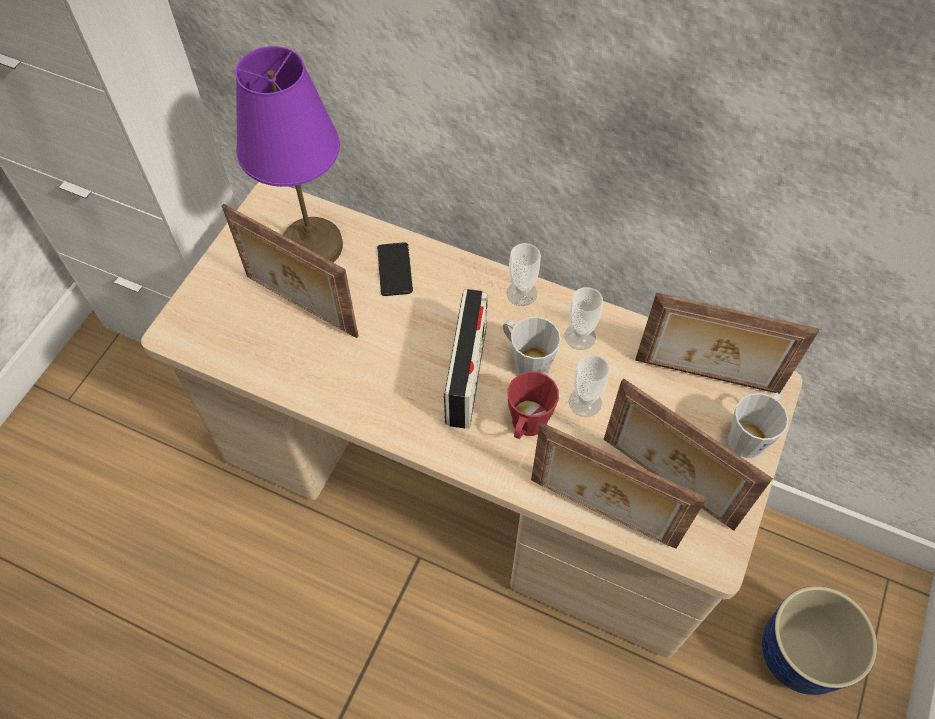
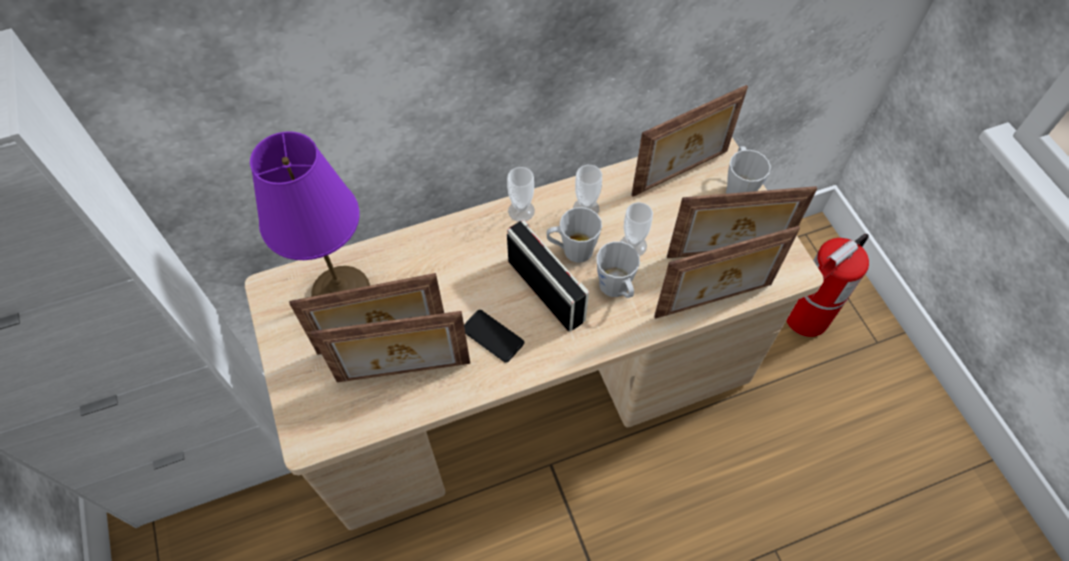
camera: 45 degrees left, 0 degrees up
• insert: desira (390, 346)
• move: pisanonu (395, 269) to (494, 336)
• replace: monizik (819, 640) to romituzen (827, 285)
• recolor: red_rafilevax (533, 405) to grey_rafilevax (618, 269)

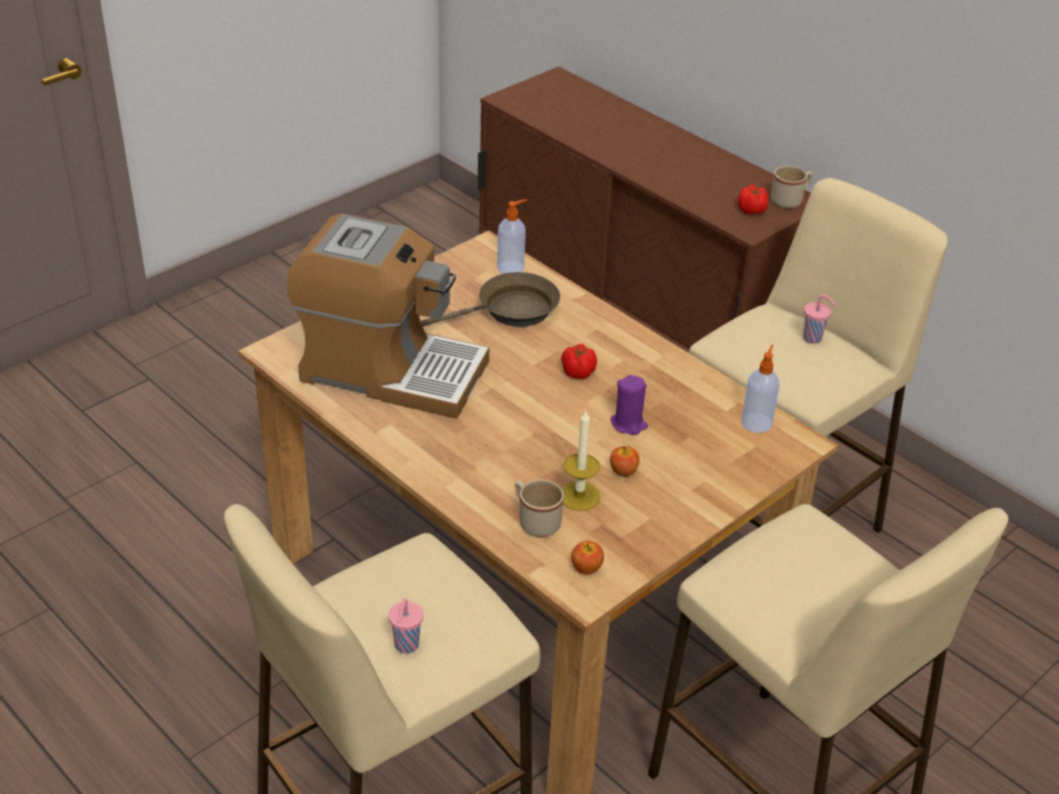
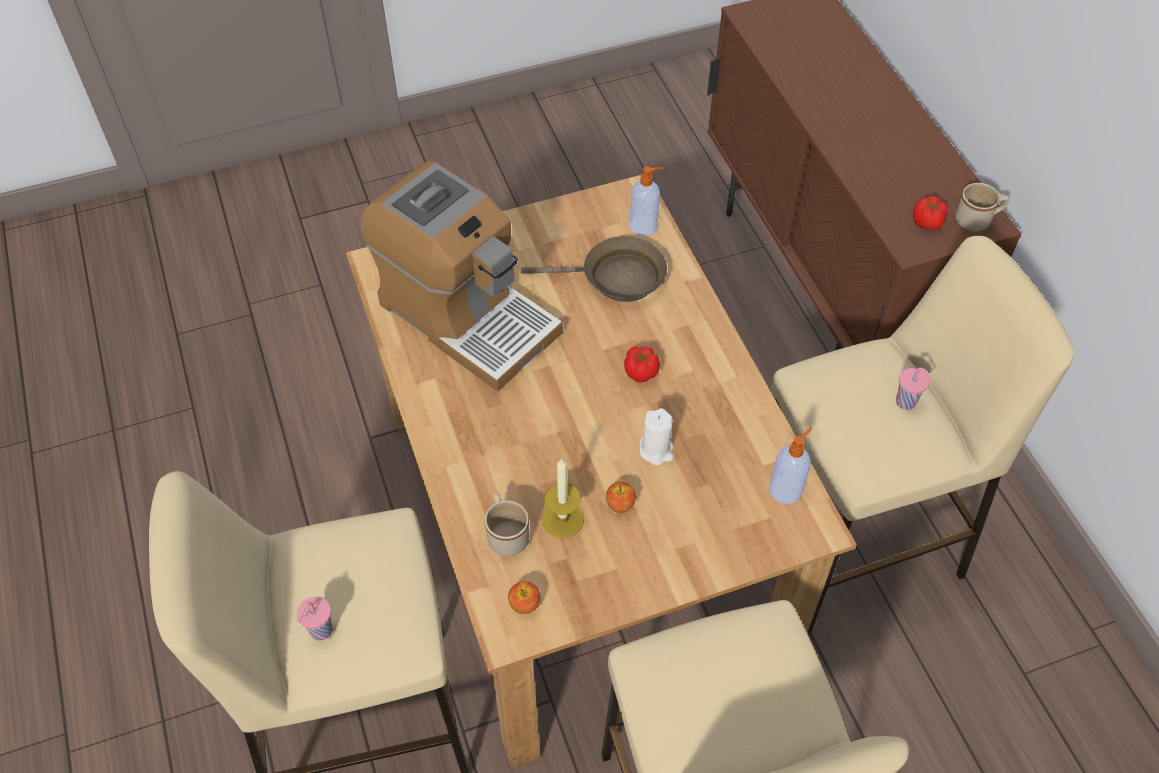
camera: 25 degrees right, 15 degrees up
• recolor: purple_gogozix (629, 405) to white_gogozix (656, 436)

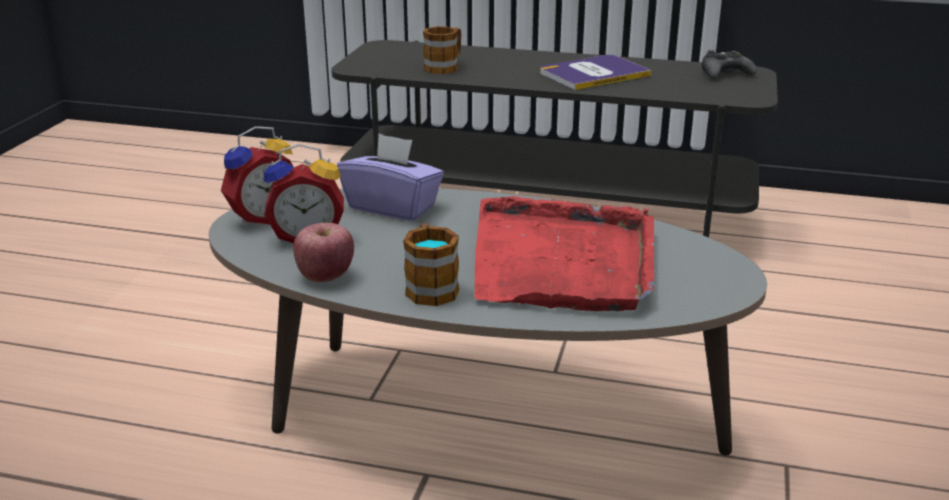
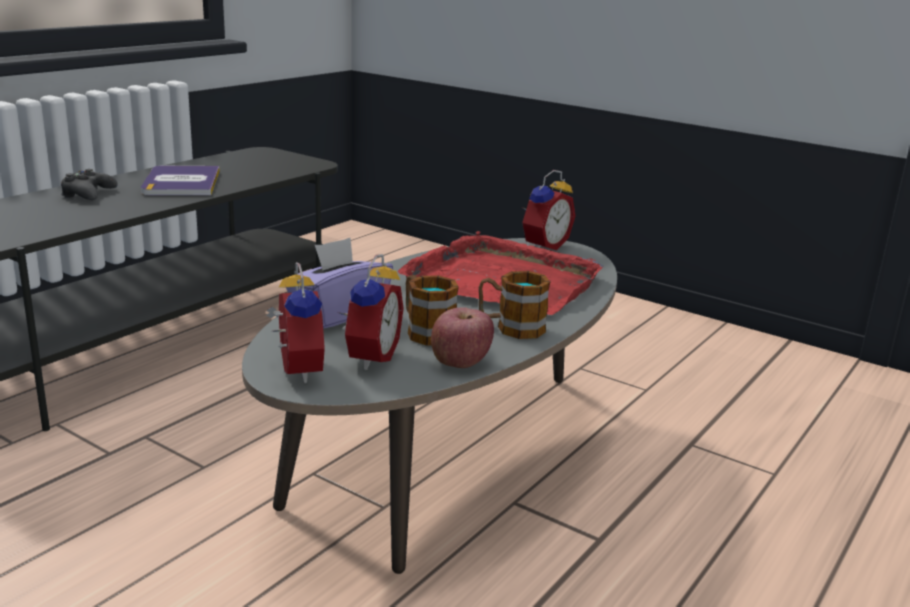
camera: 70 degrees left, 5 degrees down
• insert: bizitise (548, 210)
• move: rafilevax (442, 50) to (432, 310)
• move: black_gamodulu (729, 64) to (89, 184)

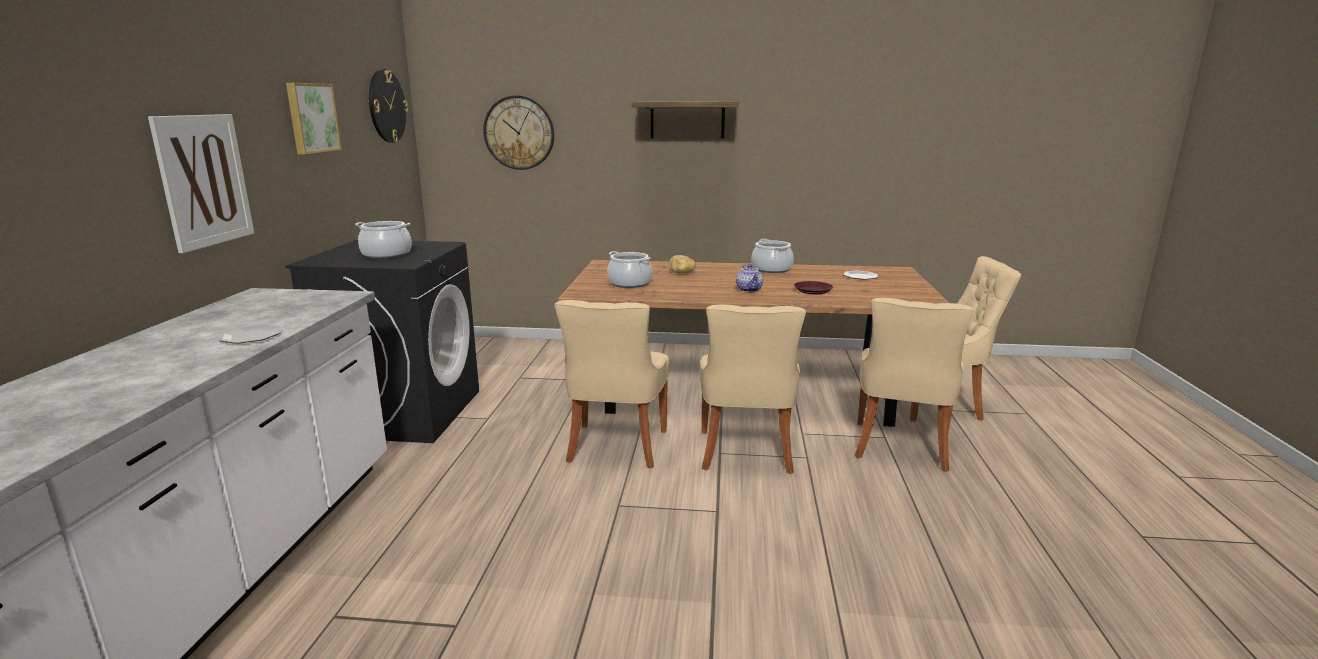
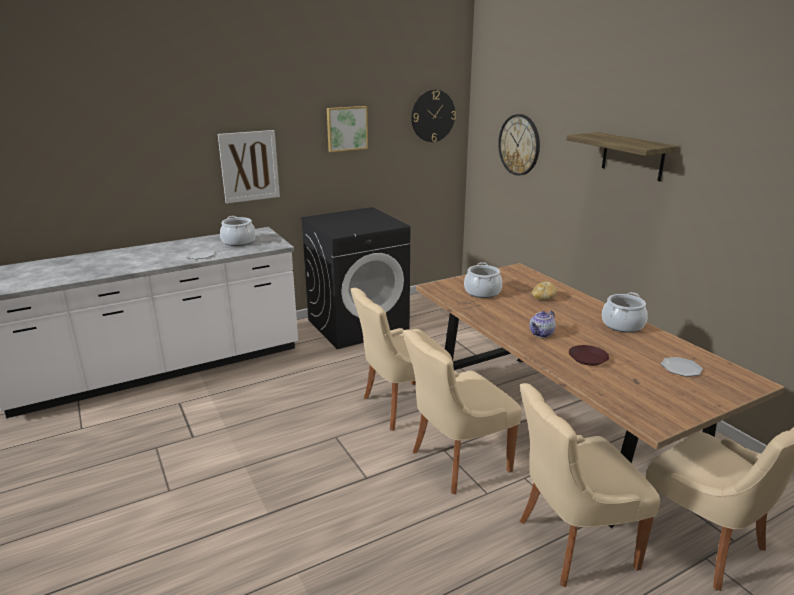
camera: 55 degrees right, 5 degrees up
• move: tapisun (383, 240) to (238, 231)

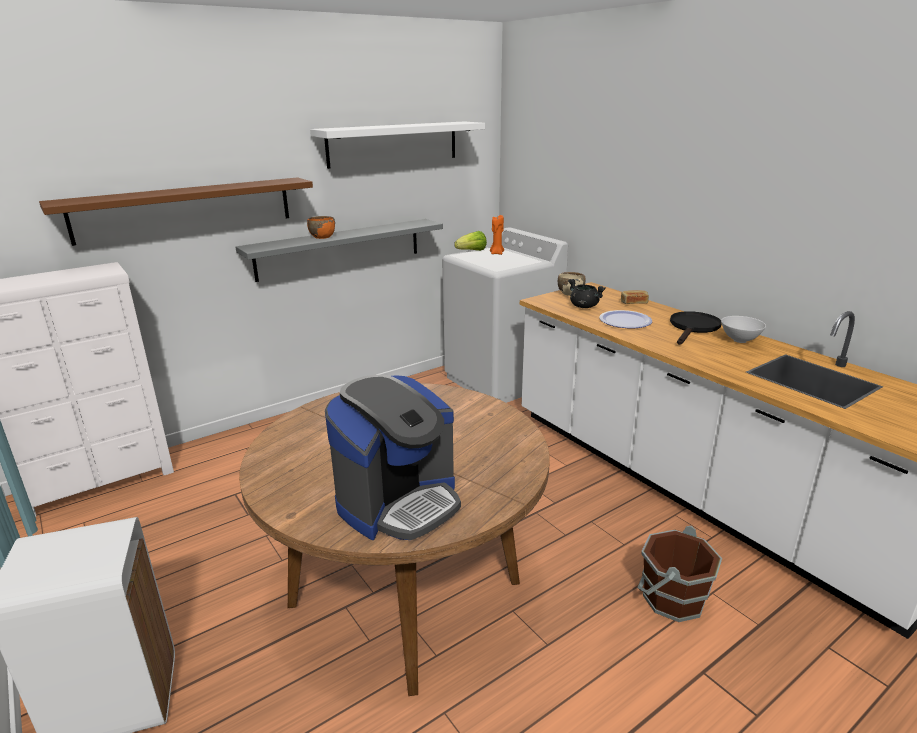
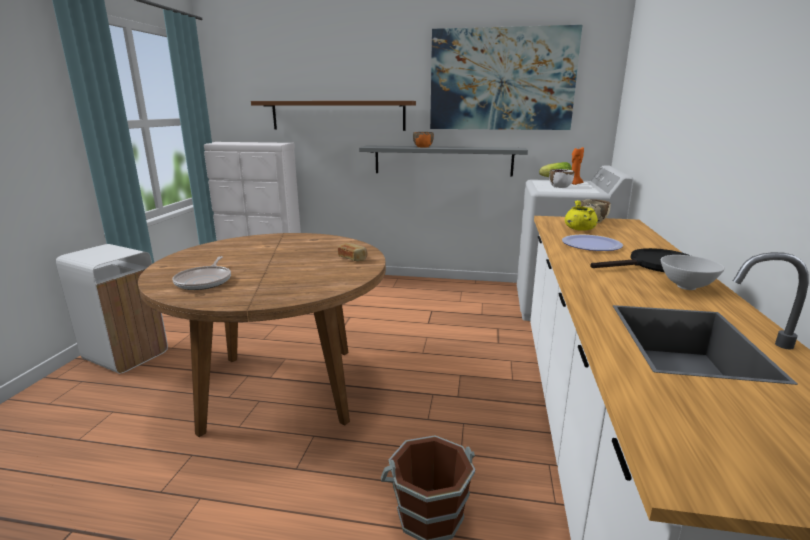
camera: 45 degrees right, 5 degrees down
• insert: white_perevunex (561, 178)
• move: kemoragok (635, 297) to (352, 252)
• replace: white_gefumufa (397, 145) to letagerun (506, 77)
• replace: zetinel (393, 457) to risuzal (201, 273)
• recolor: black_tapisun (586, 293) to yellow_tapisun (581, 215)

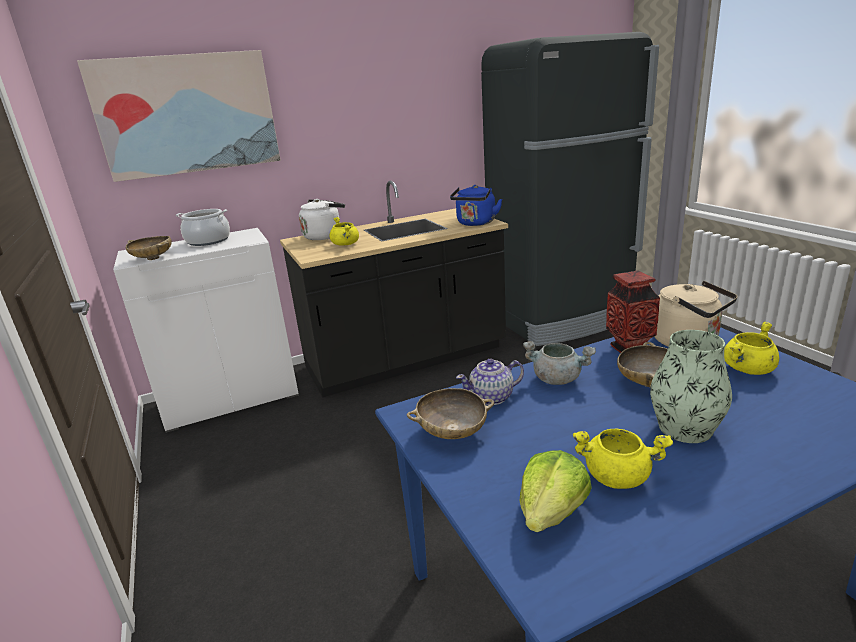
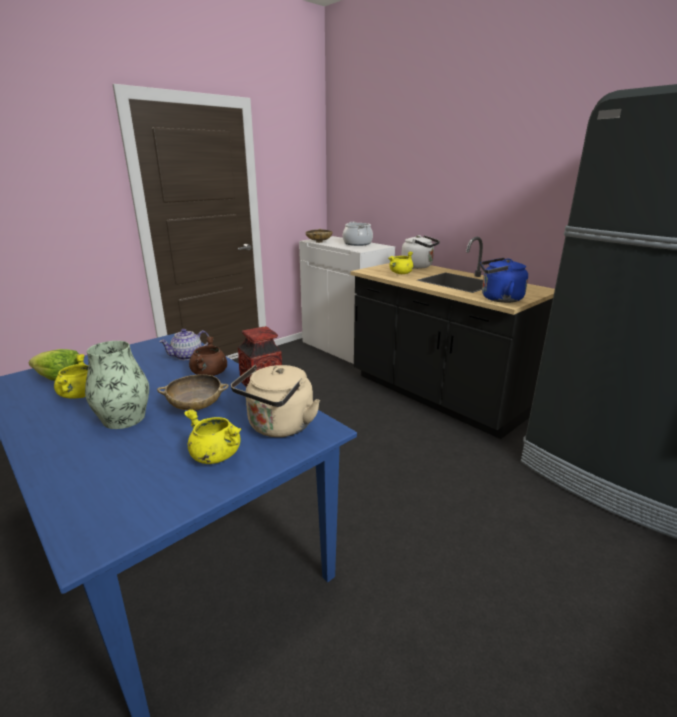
camera: 70 degrees right, 0 degrees up
• delete: letagerun (179, 116)
• delete: beige_perevunex (450, 413)
• recolor: grey_tapisun (559, 363) to brown_tapisun (208, 356)
• rotate: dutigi (490, 382) = (184, 344) 90 degrees counterclockwise

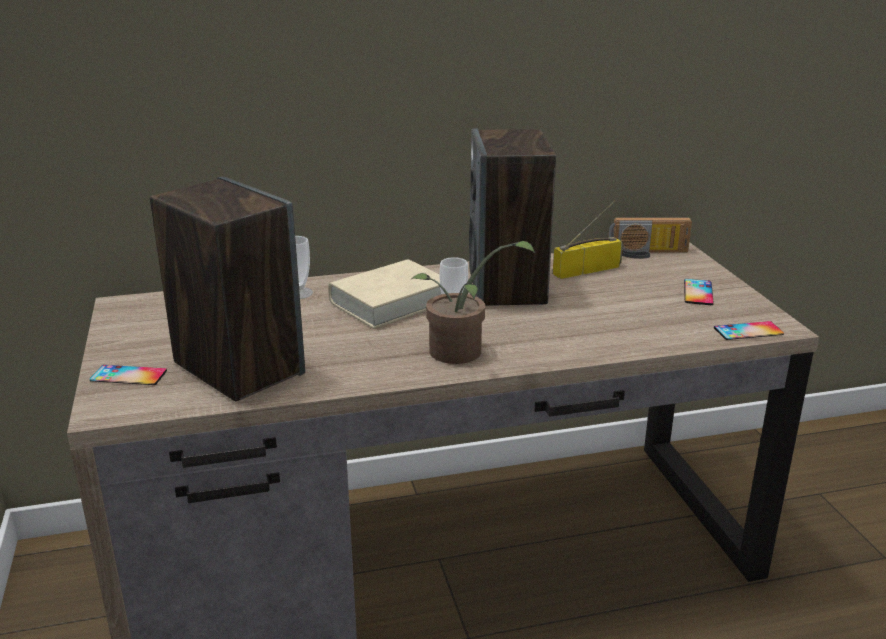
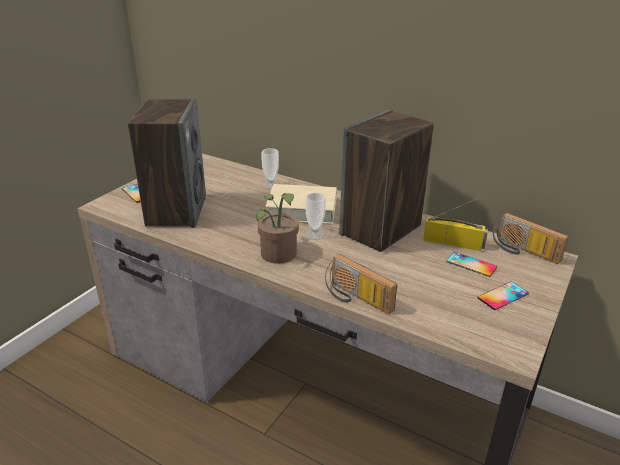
camera: 45 degrees right, 5 degrees up
• insert: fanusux (361, 284)
• move: pisanonu (749, 330) to (471, 264)

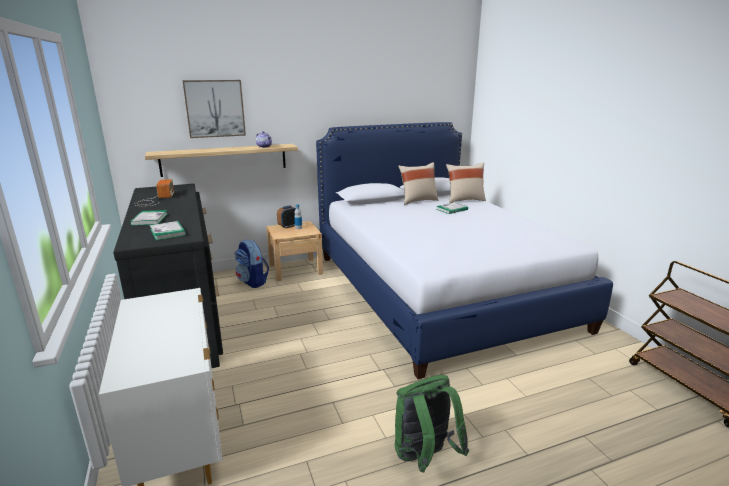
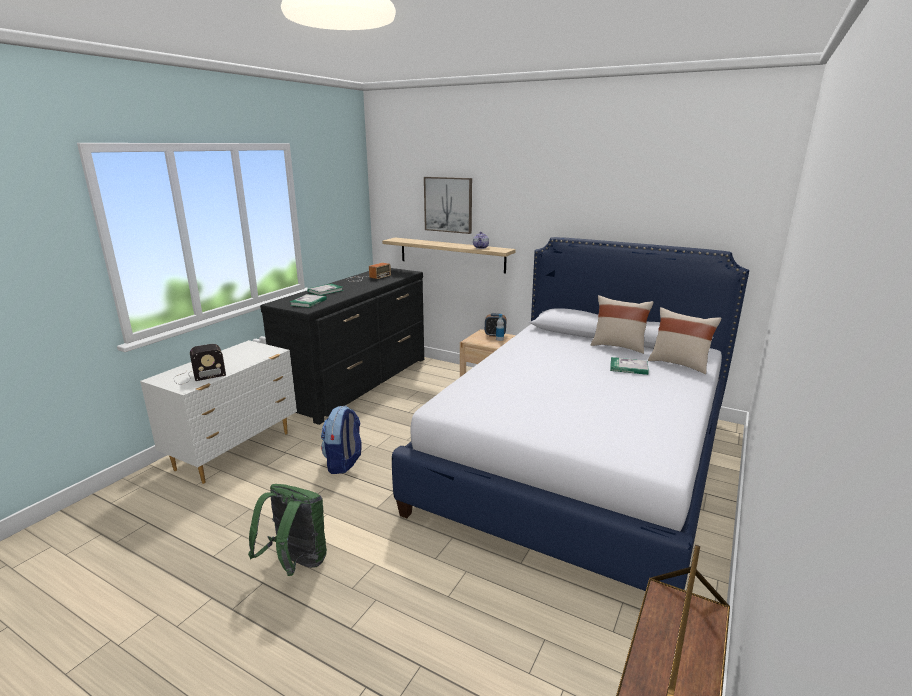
camera: 50 degrees right, 0 degrees up
• insert: fanusux (200, 364)
• move: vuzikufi (252, 263) to (341, 440)

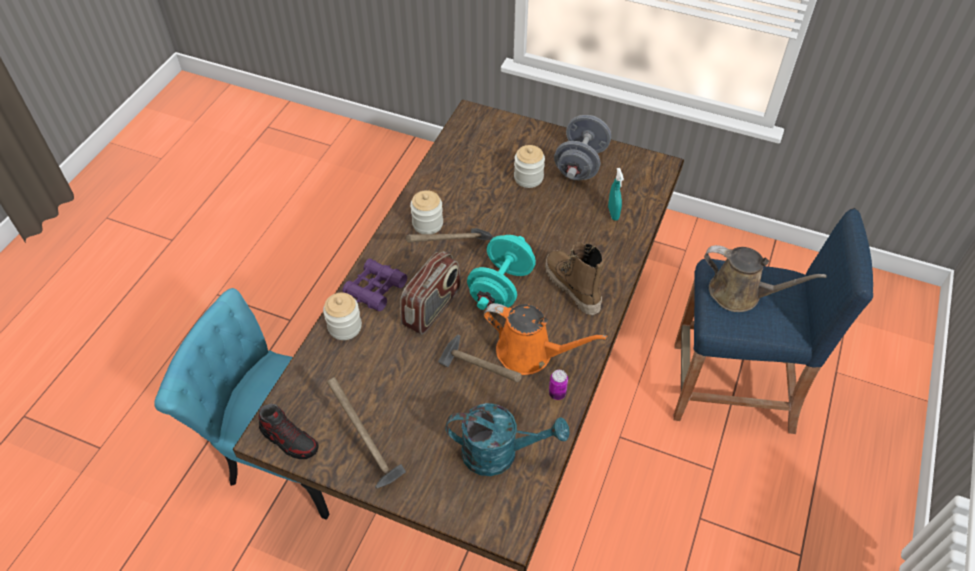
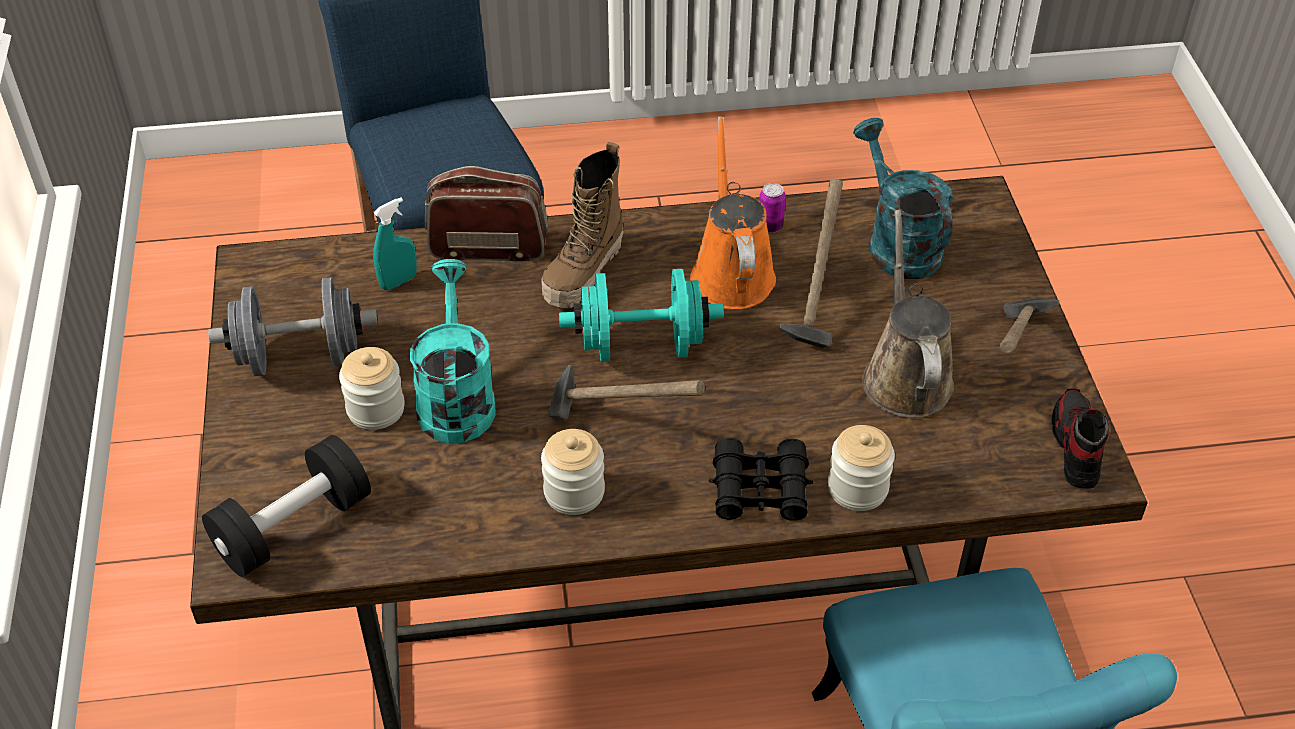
camera: 120 degrees left, 5 degrees down
• insert: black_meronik (286, 506)
• insert: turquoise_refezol (453, 351)
• move: fanusux (430, 293) to (486, 213)
• move: brown_refezol (765, 278) to (908, 314)
• recolor: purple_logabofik (374, 284) to black_logabofik (761, 479)

